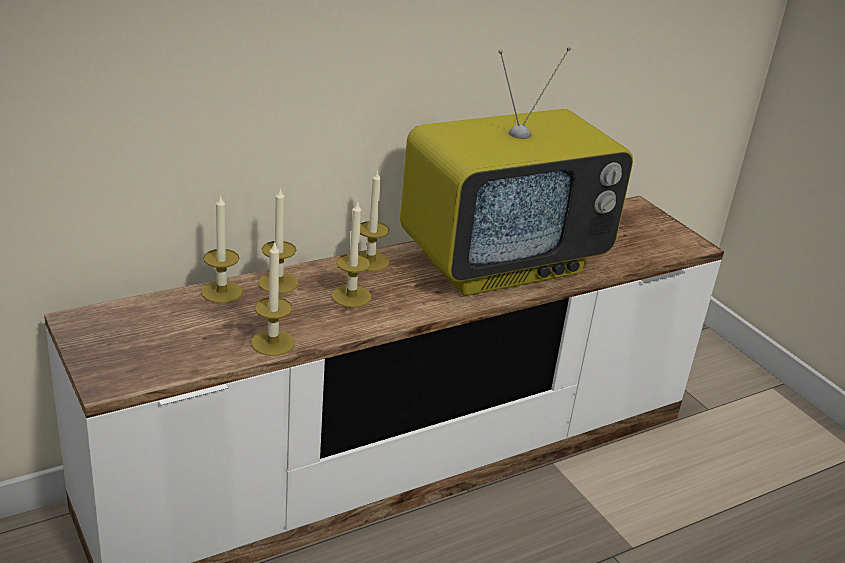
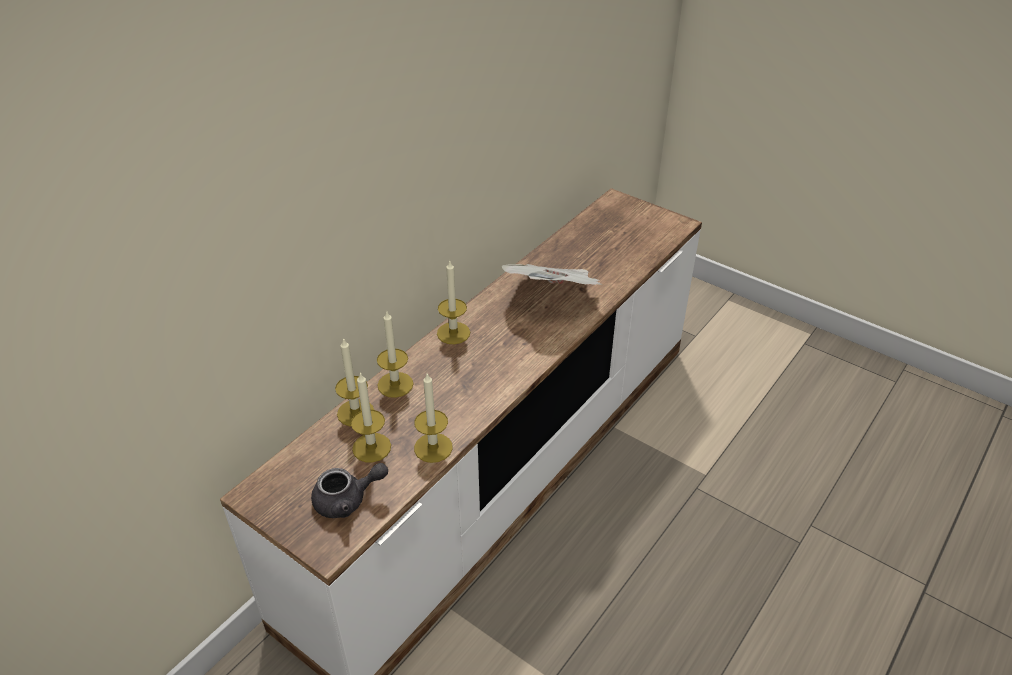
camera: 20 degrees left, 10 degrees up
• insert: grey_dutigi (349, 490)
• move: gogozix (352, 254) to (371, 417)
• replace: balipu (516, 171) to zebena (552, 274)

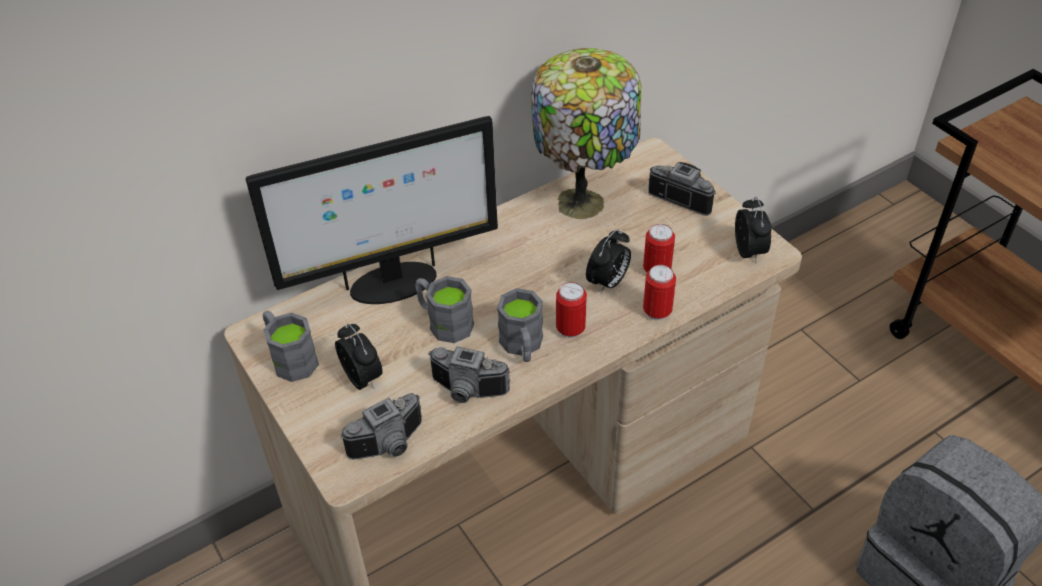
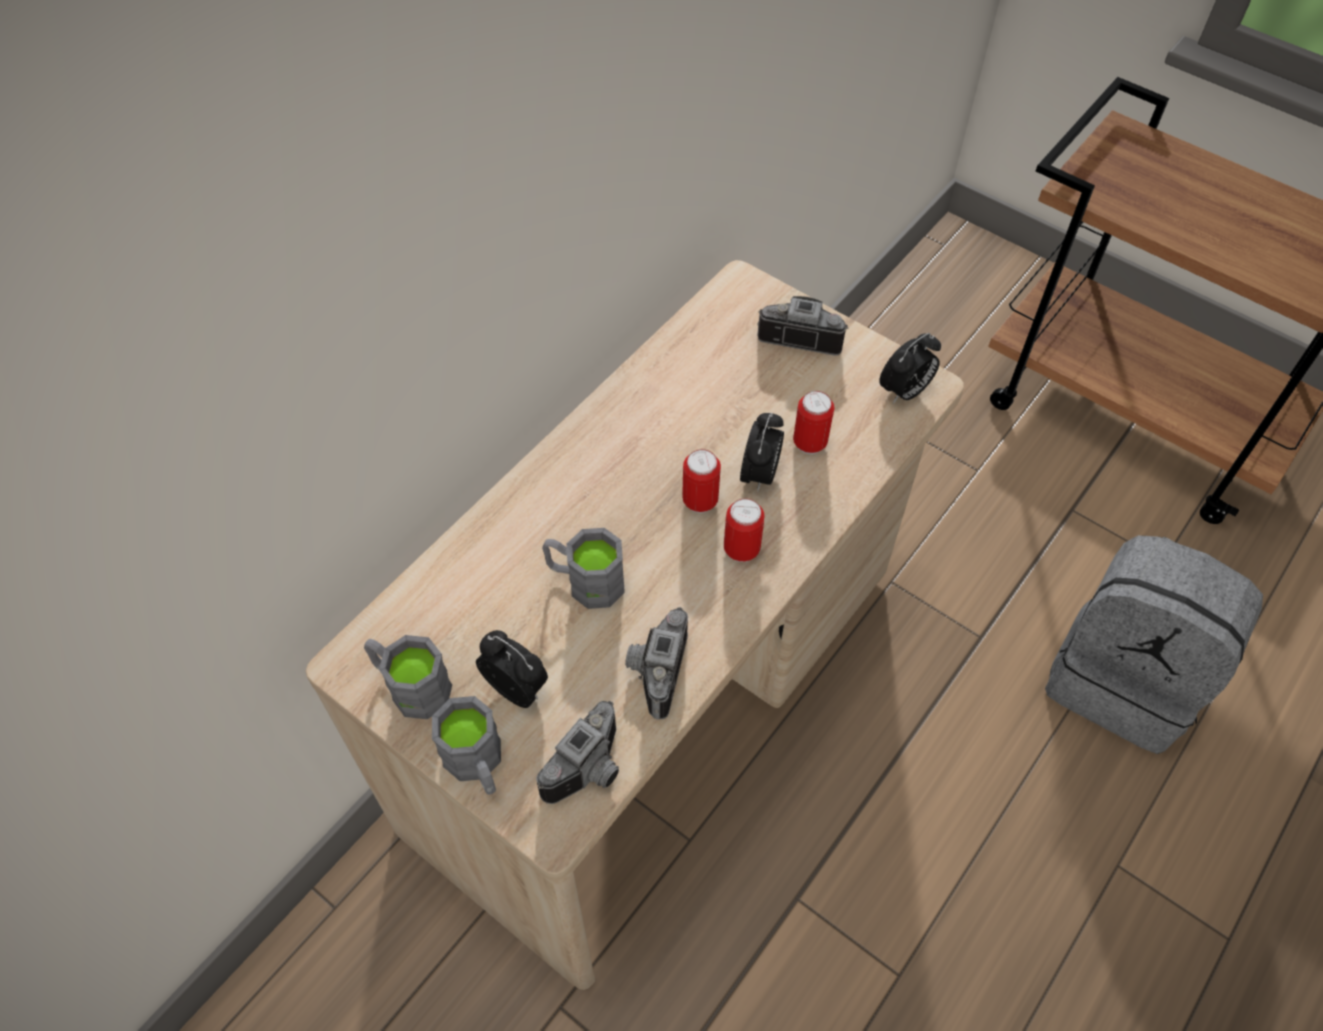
camera: 20 degrees left, 10 degrees up
• delete: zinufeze (372, 210)
• delete: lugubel (586, 133)
• move: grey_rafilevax (520, 325) to (466, 745)
• move: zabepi (659, 292) to (701, 481)
• rotate: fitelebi (469, 374) = (656, 663) 105 degrees clockwise
• rotate: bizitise (753, 229) = (910, 368) 75 degrees clockwise

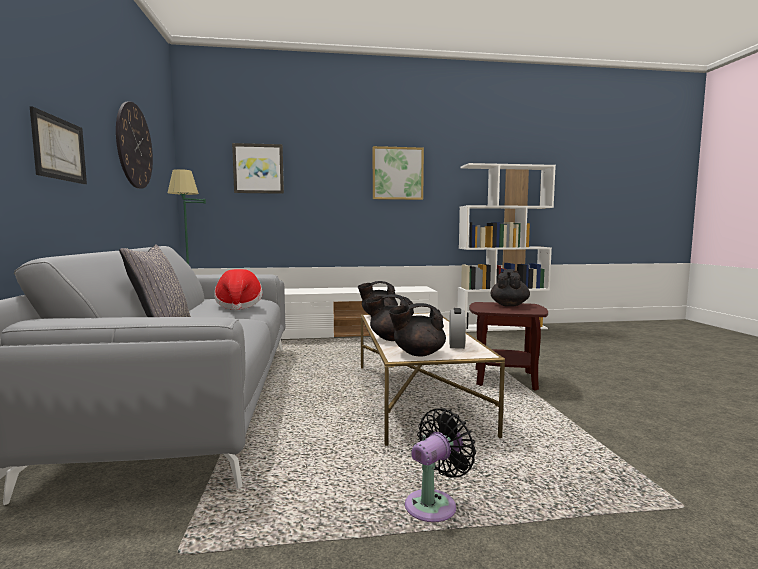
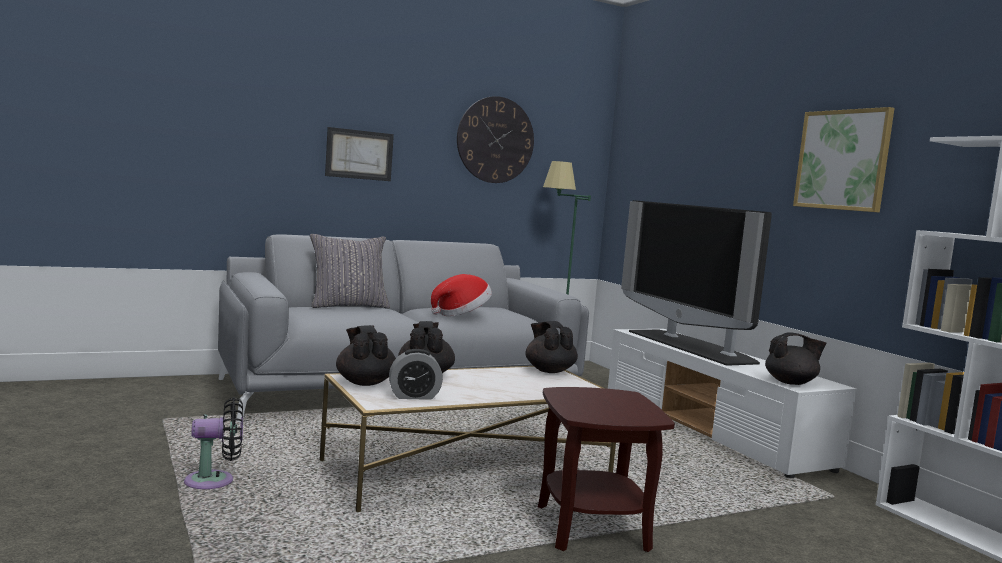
camera: 70 degrees right, 0 degrees up
• delete: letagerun (258, 168)
• insert: balipu (696, 283)
• move: black_dutigi (510, 288) to (795, 358)
• rotate: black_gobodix (440, 465) = (213, 443) 45 degrees counterclockwise

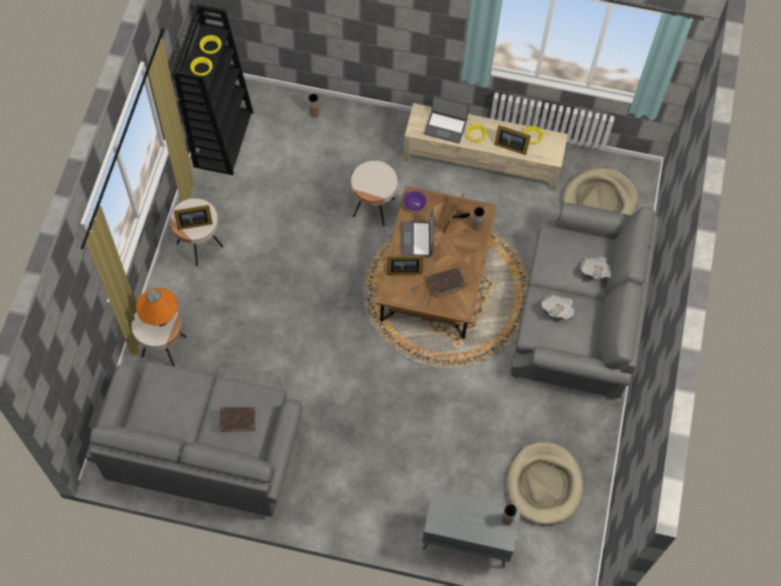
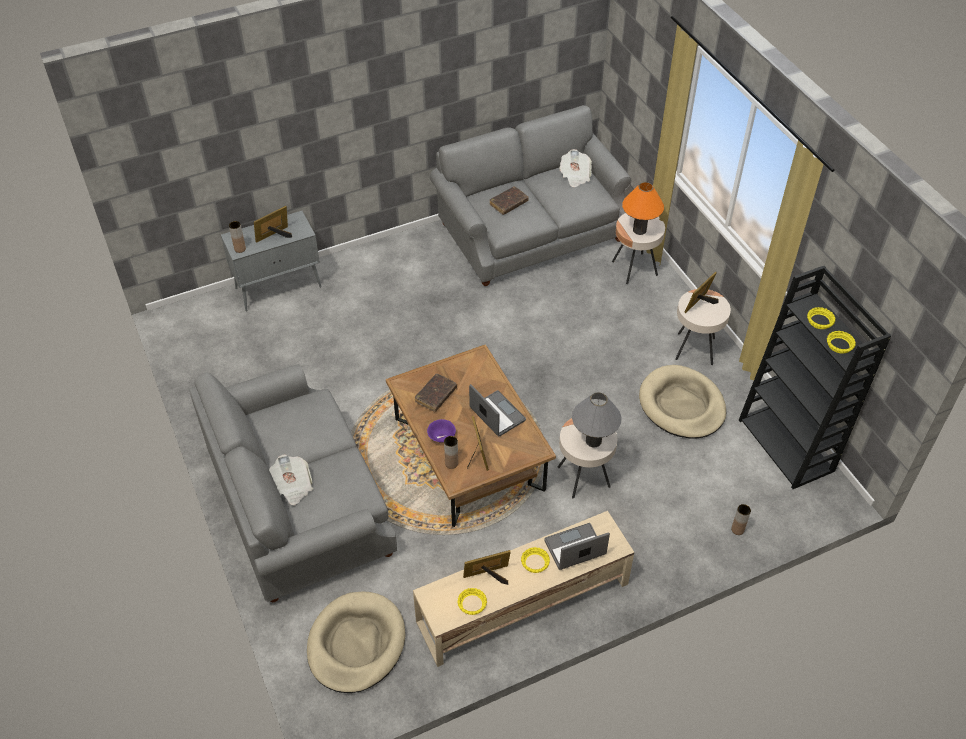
camera: 145 degrees right, 15 degrees down
• insert: grey_lugubel (597, 420)
• move: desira (405, 265) to (273, 224)
• move: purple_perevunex (415, 201) to (441, 430)
• move: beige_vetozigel (545, 483) to (682, 402)
• move: zebena (557, 306) to (575, 168)

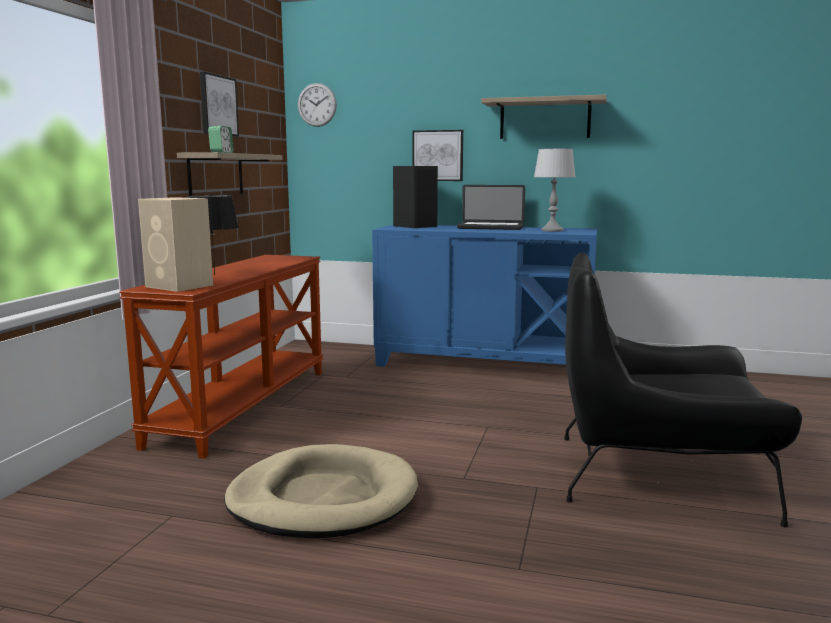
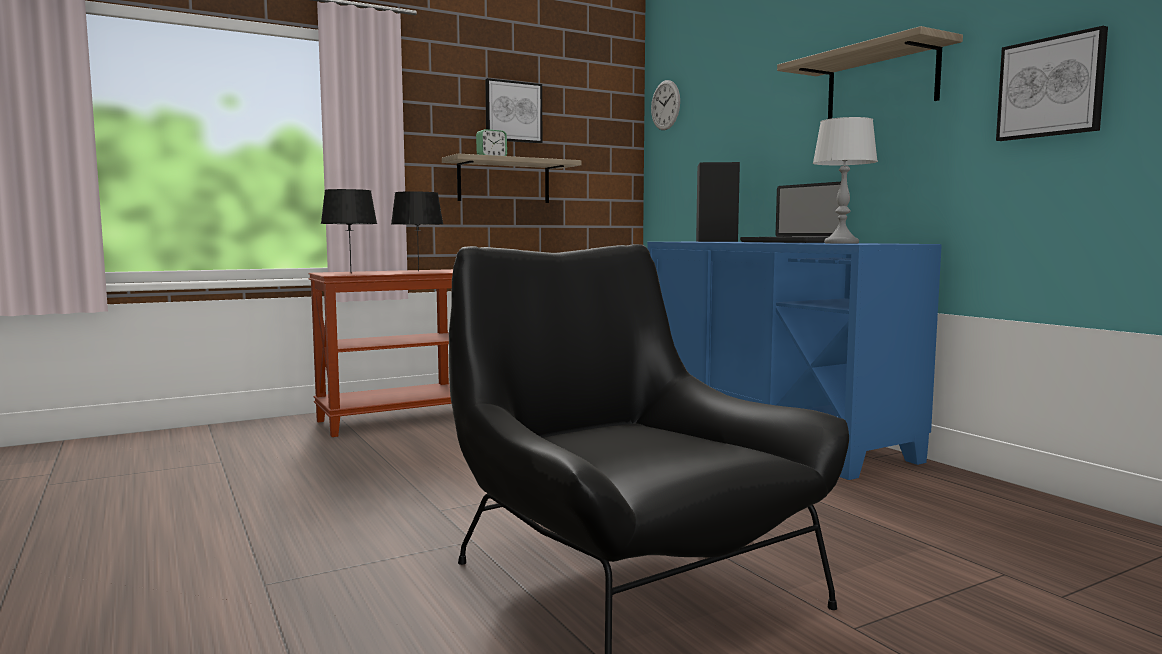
camera: 45 degrees right, 5 degrees down
• delete: beige_vetozigel (321, 491)
• move: letagerun (438, 155) to (1052, 83)
• replace: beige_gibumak (175, 244) to black_lugubel (349, 229)

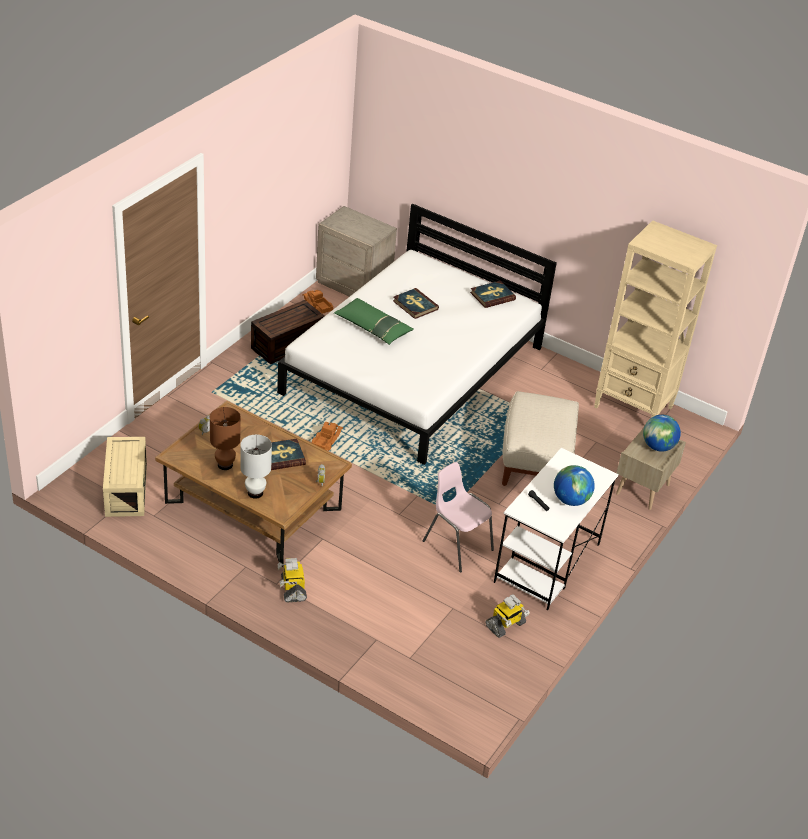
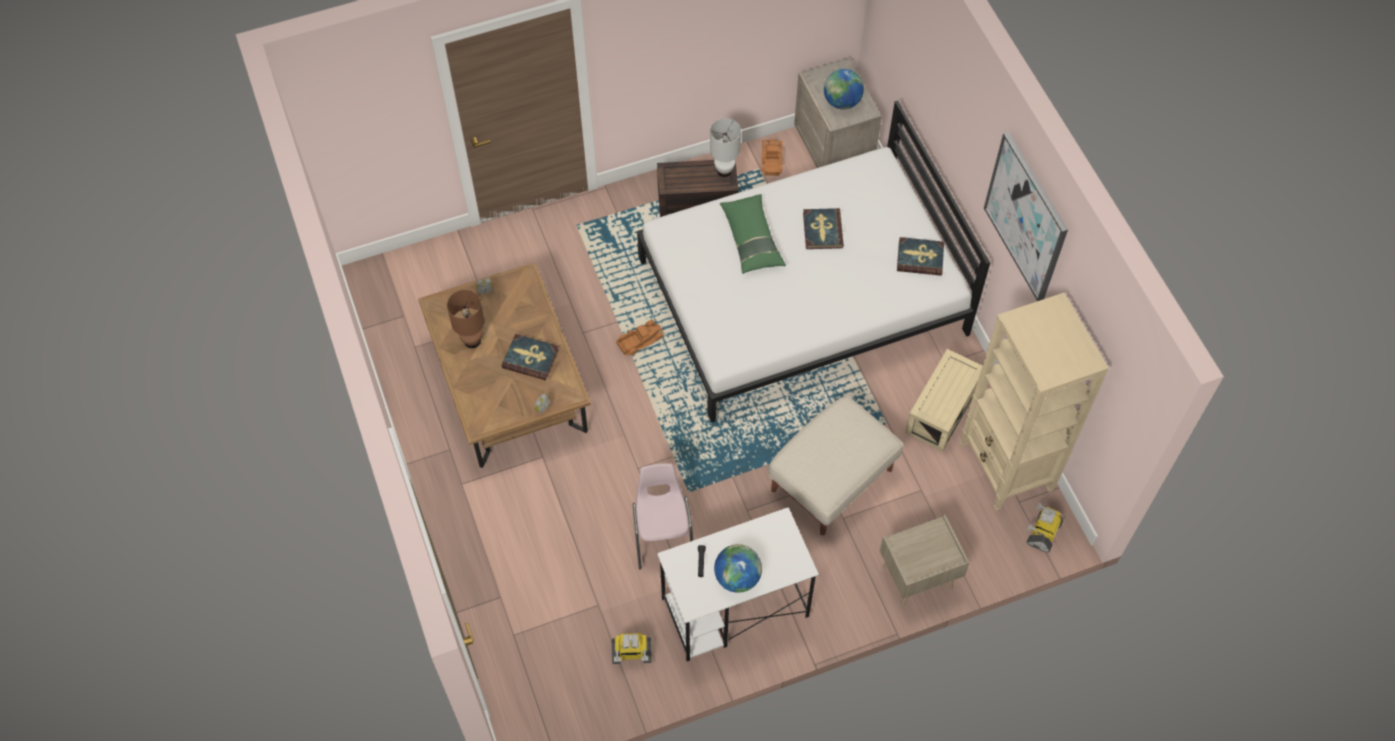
camera: 40 degrees right, 20 degrees up
• insert: letagerun (1026, 216)
• move: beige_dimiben (125, 477) to (943, 400)
• move: white_lugubel (256, 467) to (725, 147)
• move: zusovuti (292, 580) to (1044, 528)
• move: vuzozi (662, 433) to (844, 89)

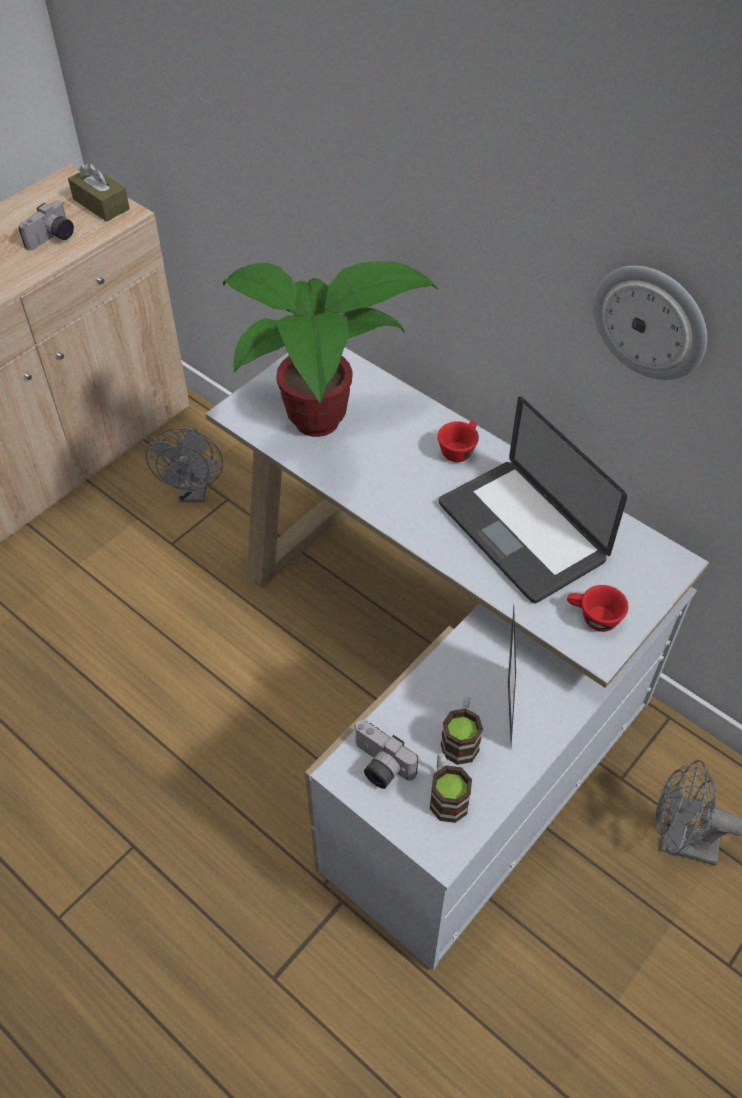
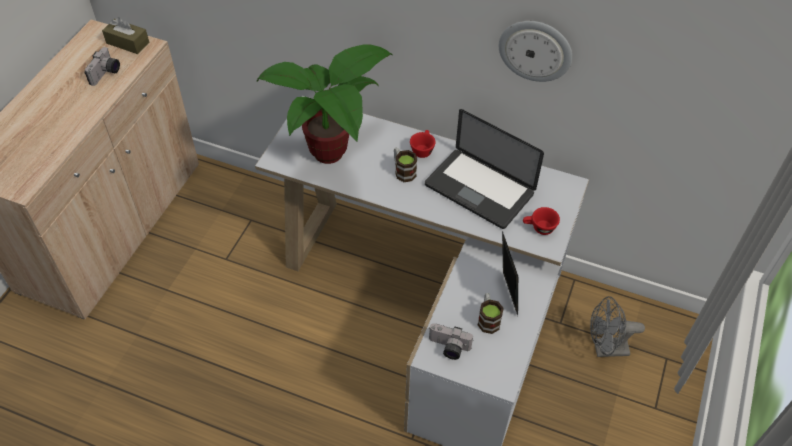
camera: 20 degrees left, 0 degrees up
• delete: grey_gobodix (184, 464)
• move: rafilevax (451, 788) to (405, 164)

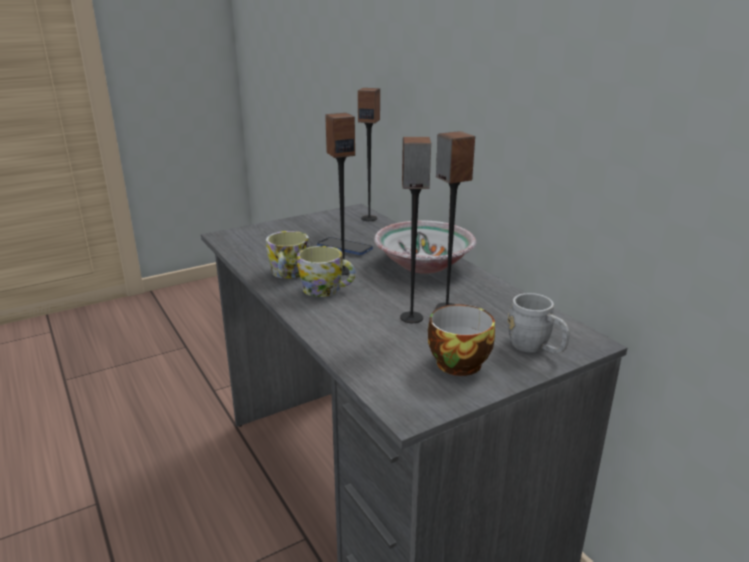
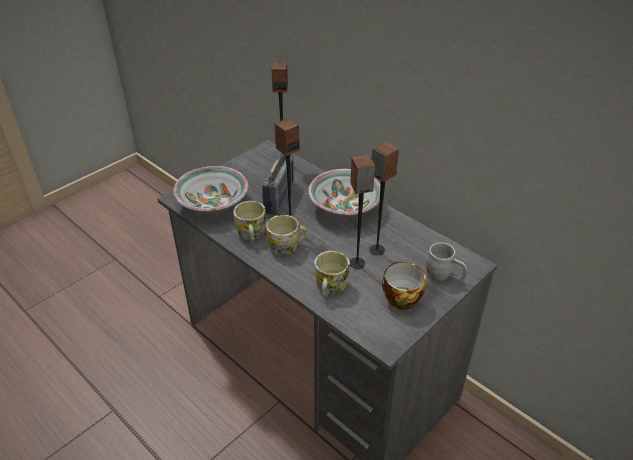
camera: 15 degrees left, 15 degrees up
• insert: perevunex (210, 190)
• insert: rafilevax (332, 273)
• replace: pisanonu (345, 246) to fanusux (278, 184)

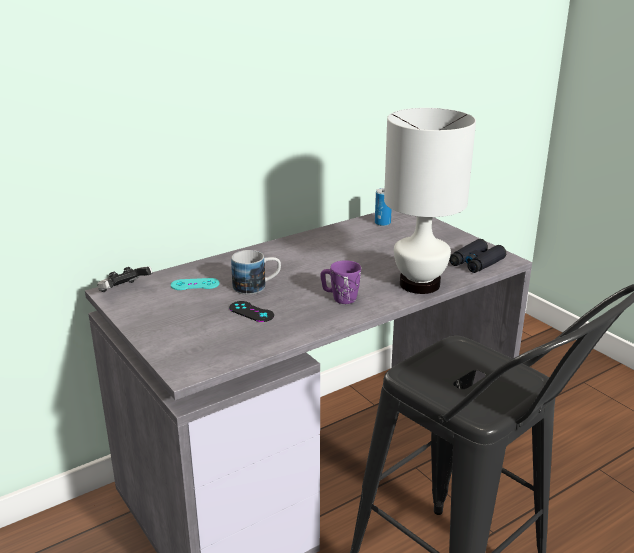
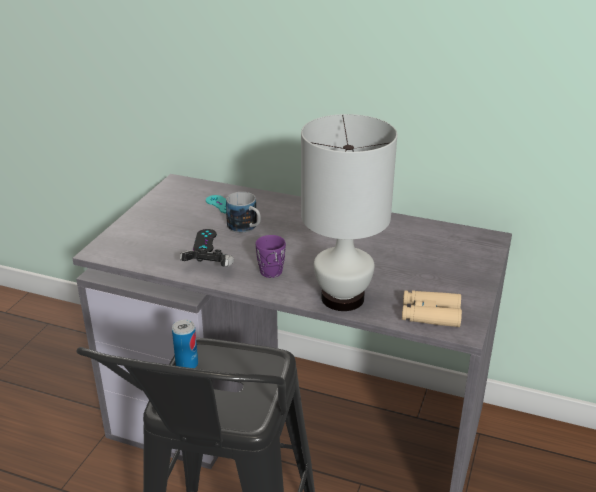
camera: 55 degrees right, 5 degrees up
• move: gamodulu (125, 279) to (207, 257)
• move: zabepi (383, 207) to (185, 344)
• recolor: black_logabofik (477, 256) to beige_logabofik (432, 308)

